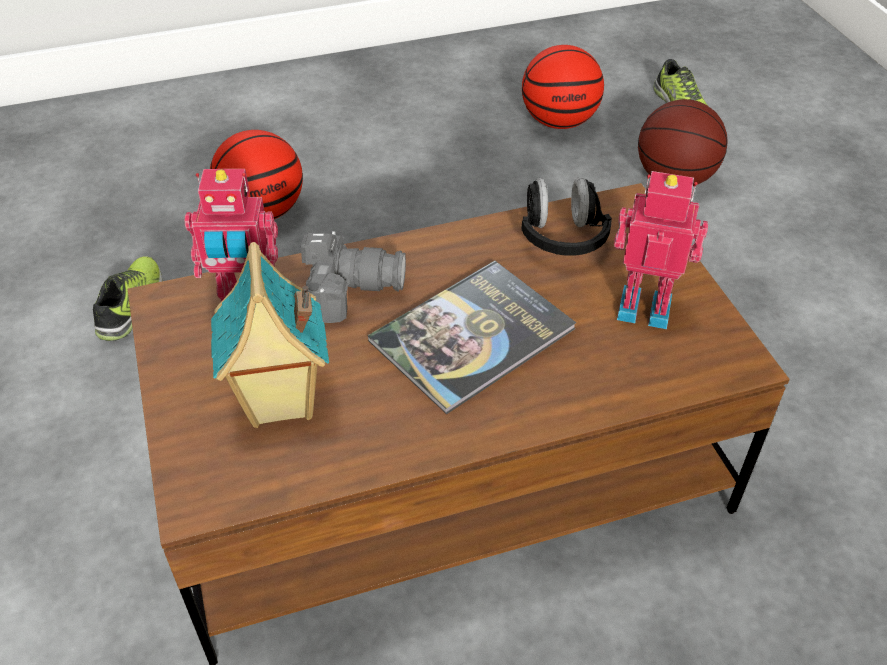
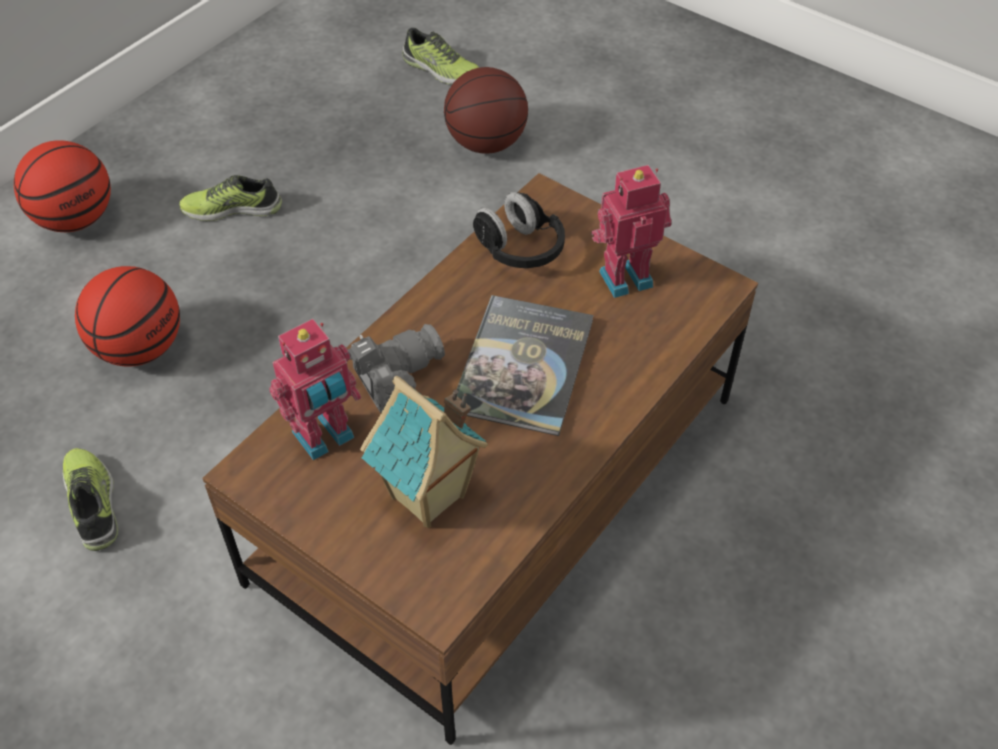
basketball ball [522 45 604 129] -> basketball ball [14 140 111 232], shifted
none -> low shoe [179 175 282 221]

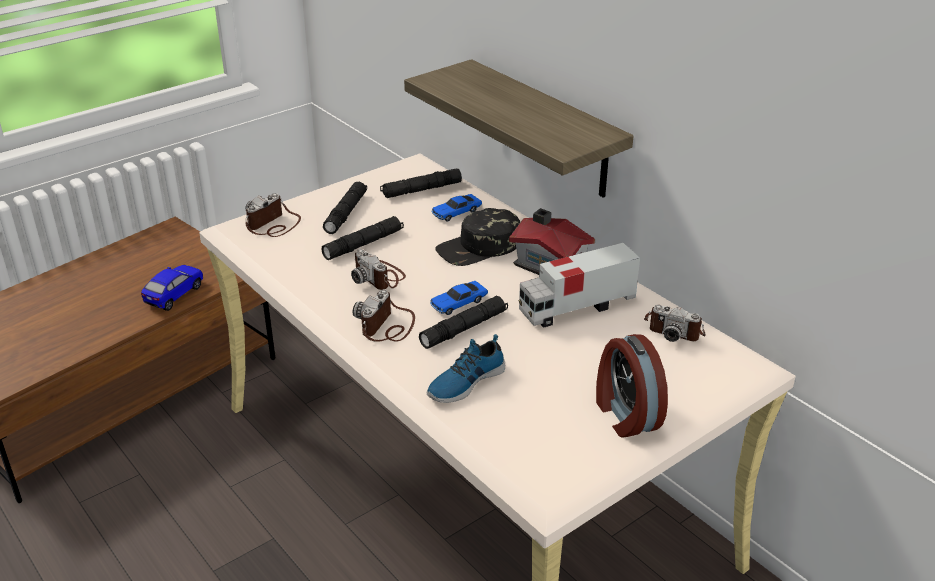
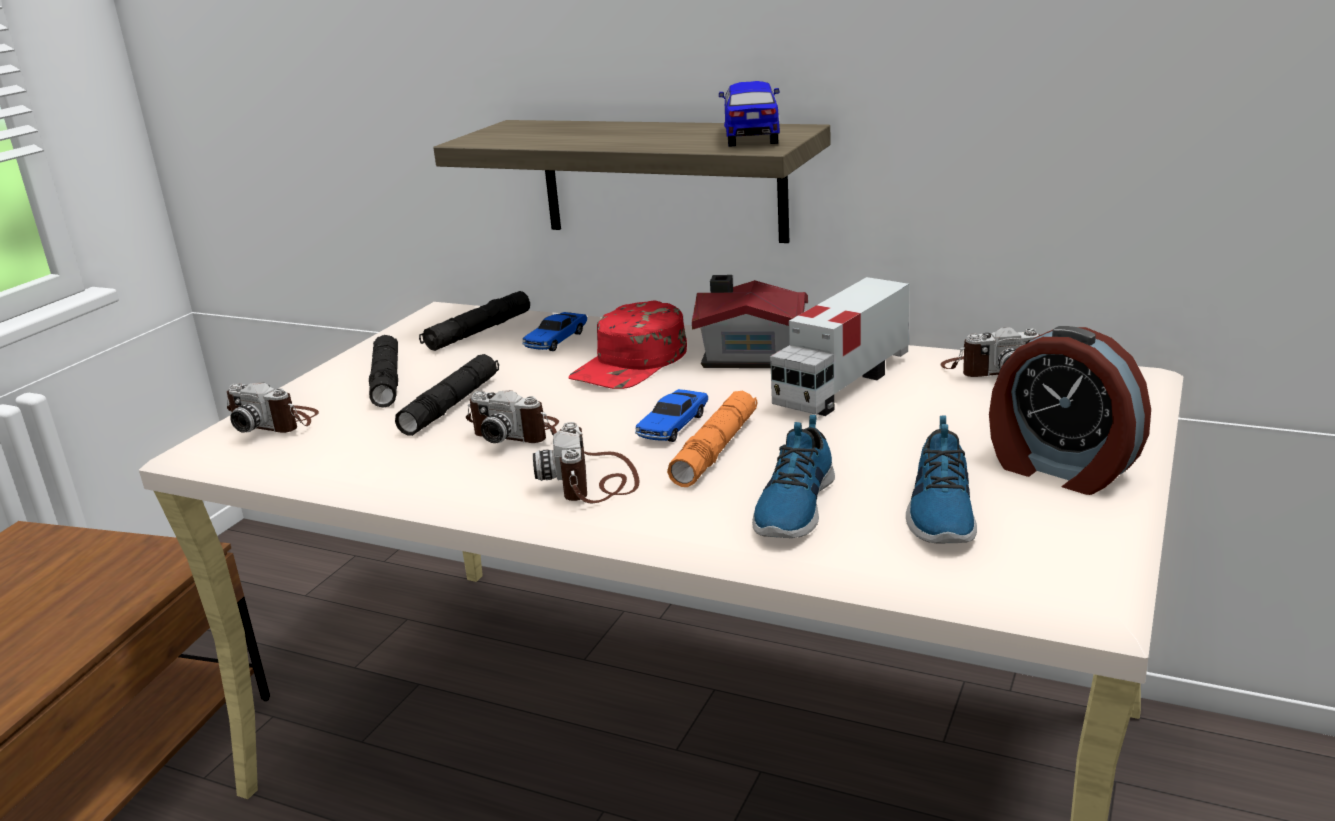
still camera [245 193 301 237] -> still camera [227 382 319 433], 75 degrees counterclockwise
blackish peaked cap [435 208 520 266] -> red peaked cap [569 300 687 389]
model car [141 265 203 311] -> model car [719 81 780 147], shifted
blackish hand torch [419 295 508 349] -> orange hand torch [667 391 758 487]
none -> low shoe [906 415 977 544]

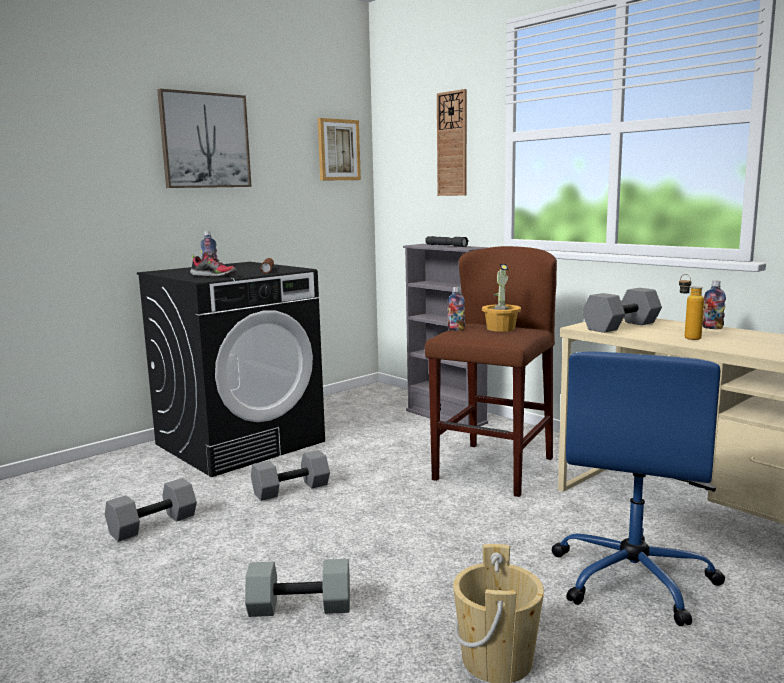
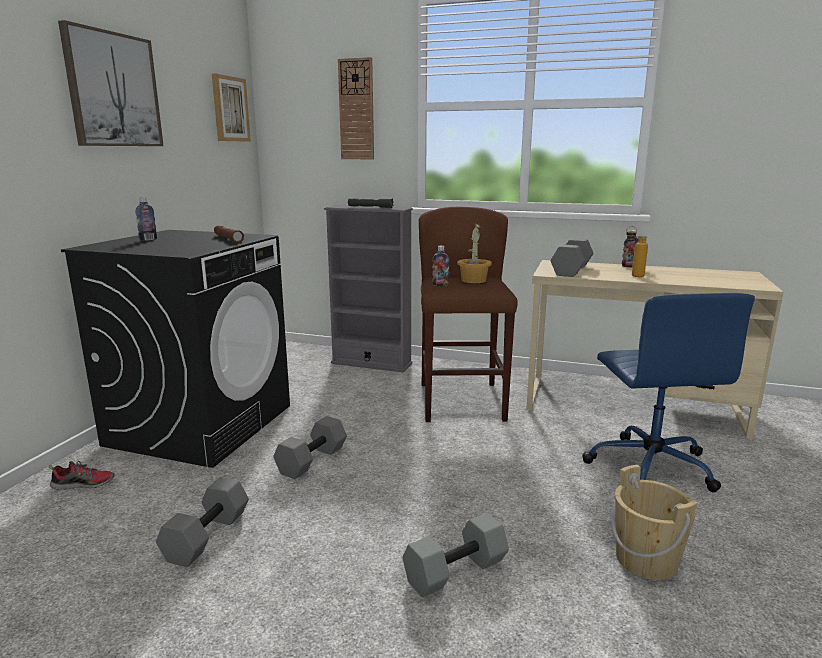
low shoe [190 252 237 277] -> low shoe [49 461 115 490], shifted

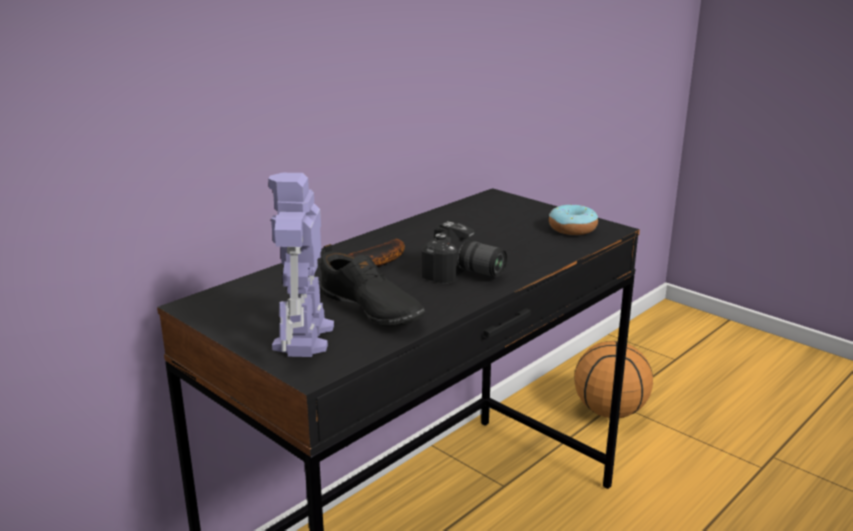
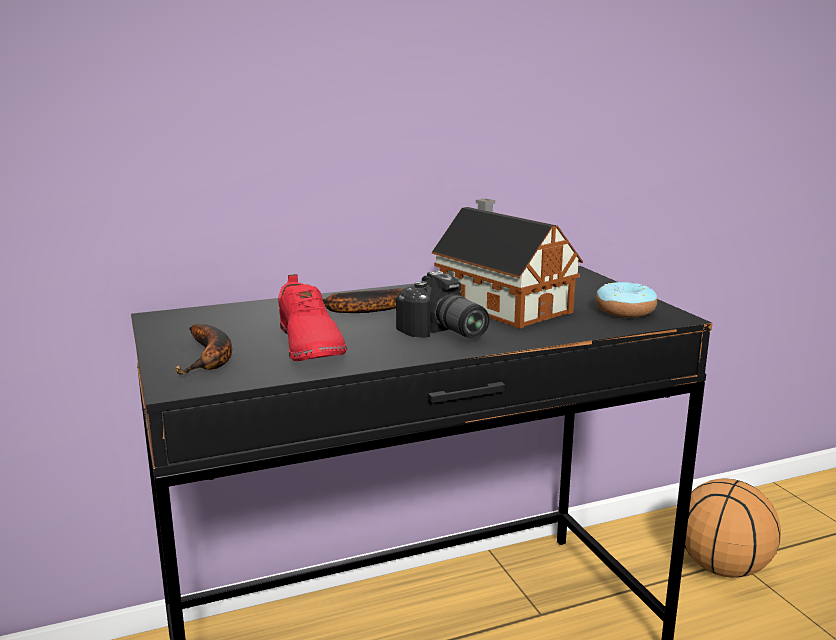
toy robot [268 173 334 357] -> whole banana [174 324 232 375]
blackish low shoe [320 244 425 327] -> red low shoe [278 274 347 361]
none -> miniature house [432 198 583 329]

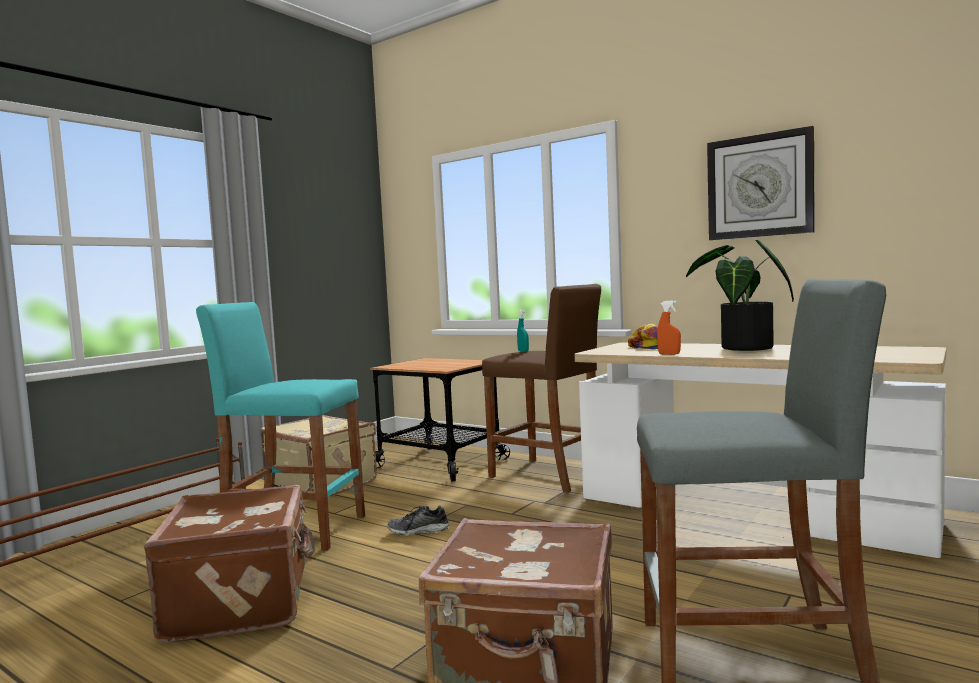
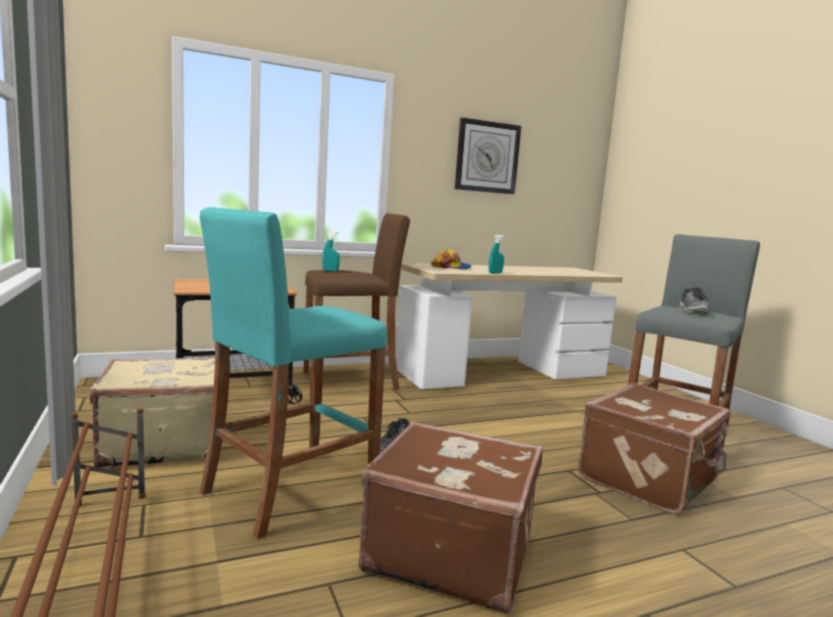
potted plant [686 240 794 351] -> none
orange spray bottle [657 300 681 355] -> turquoise spray bottle [489 235 505 273]
none -> low shoe [679 287 711 314]

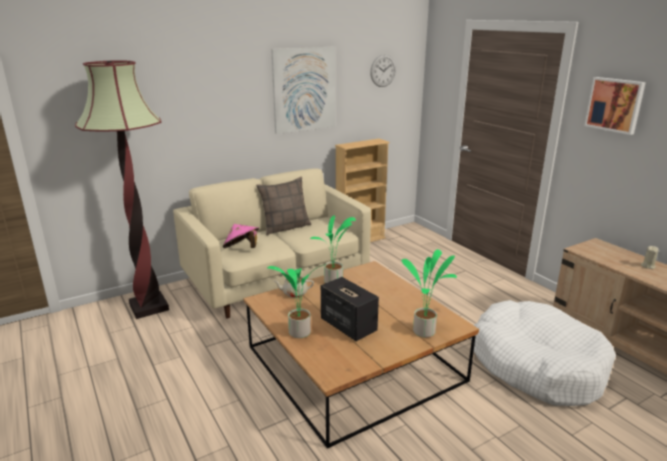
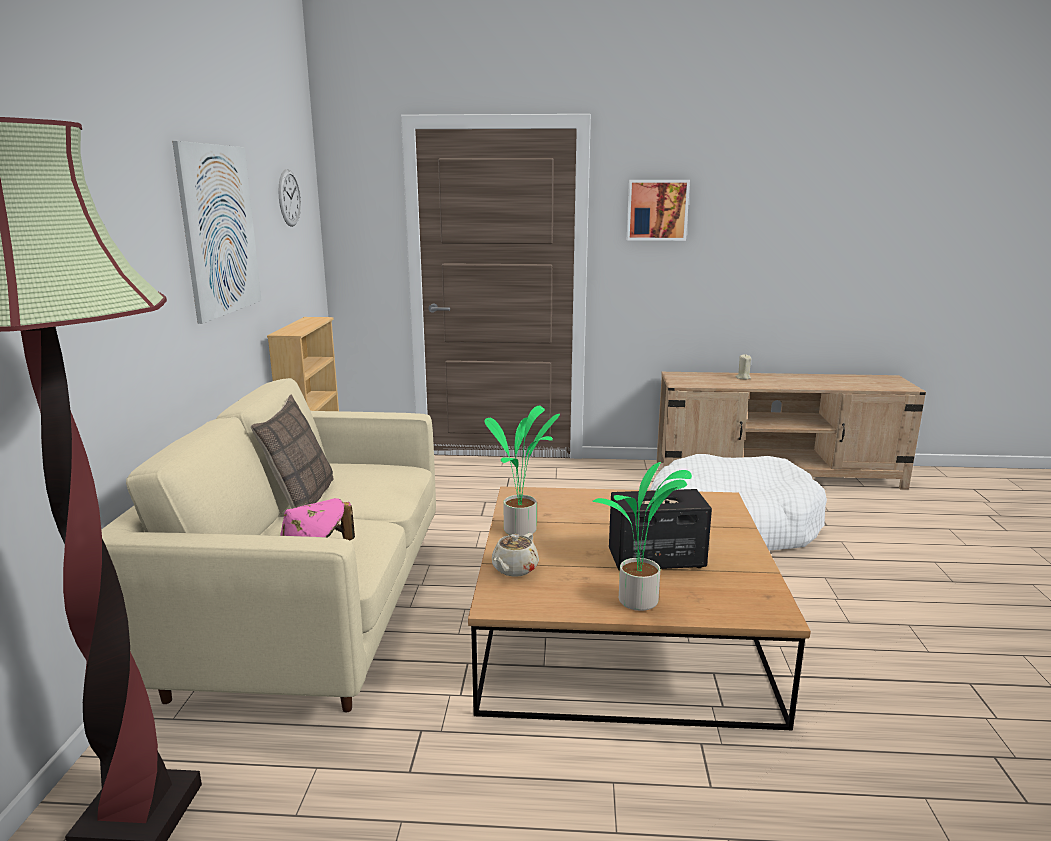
potted plant [401 249 457 337] -> none

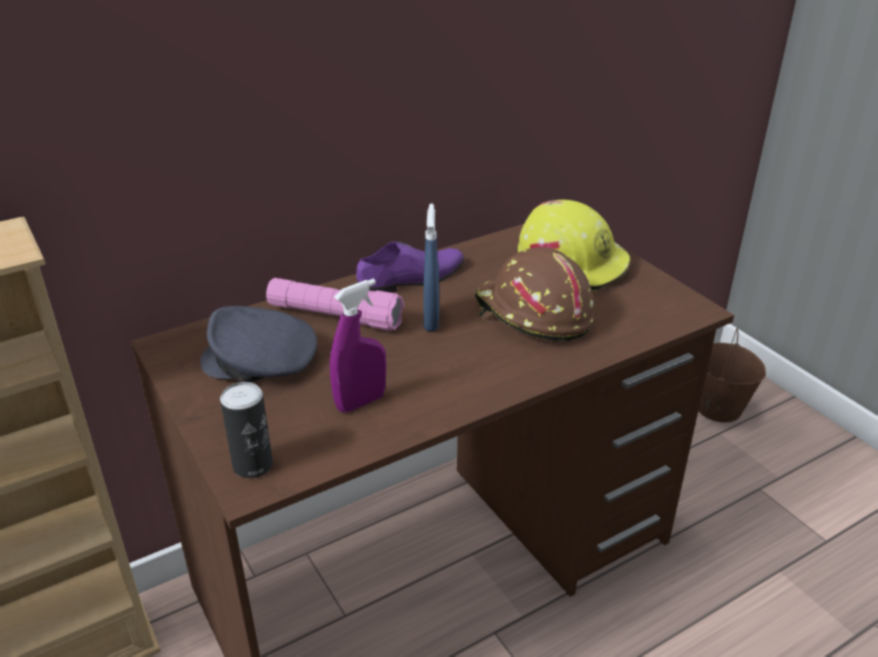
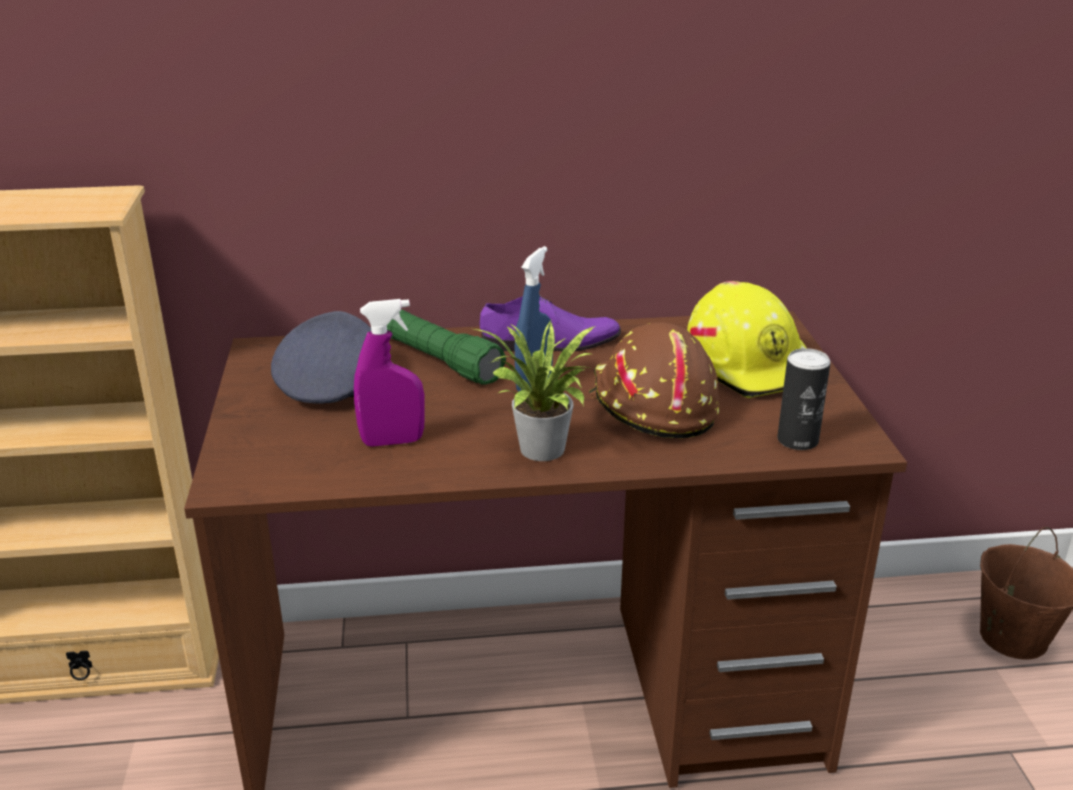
pink hand torch [266 278 404 331] -> green hand torch [387 309 506 385]
greyish peaked cap [200 306 317 382] -> greyish peaked cap [271 311 371 403], 60 degrees clockwise
sealed can [220 382 273 478] -> sealed can [777 348 831 450], shifted
none -> potted plant [474 321 596 461]

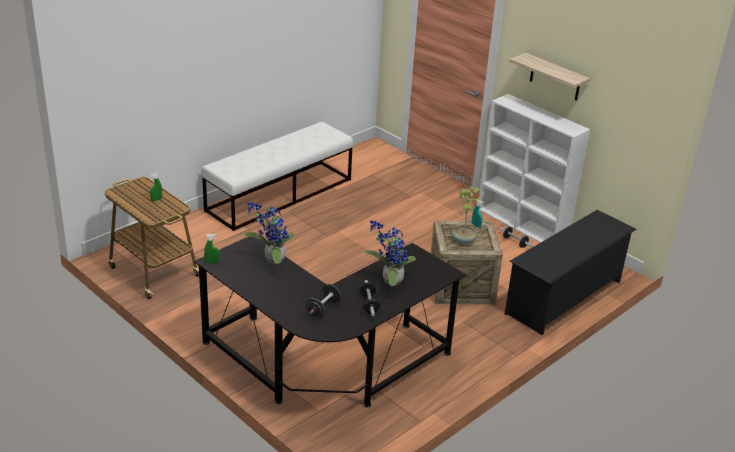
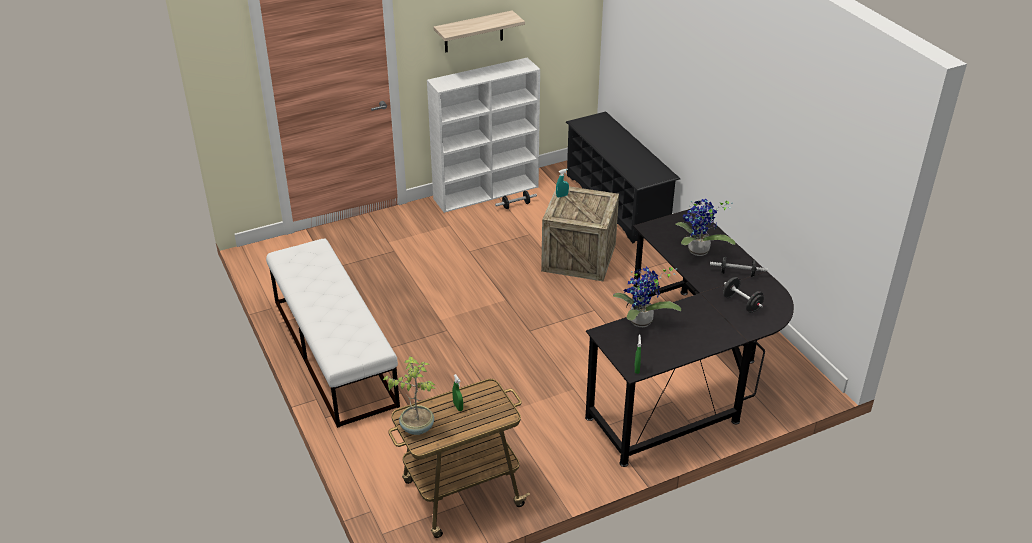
potted plant [452 187 484 245] -> potted plant [382 357 435 435], shifted

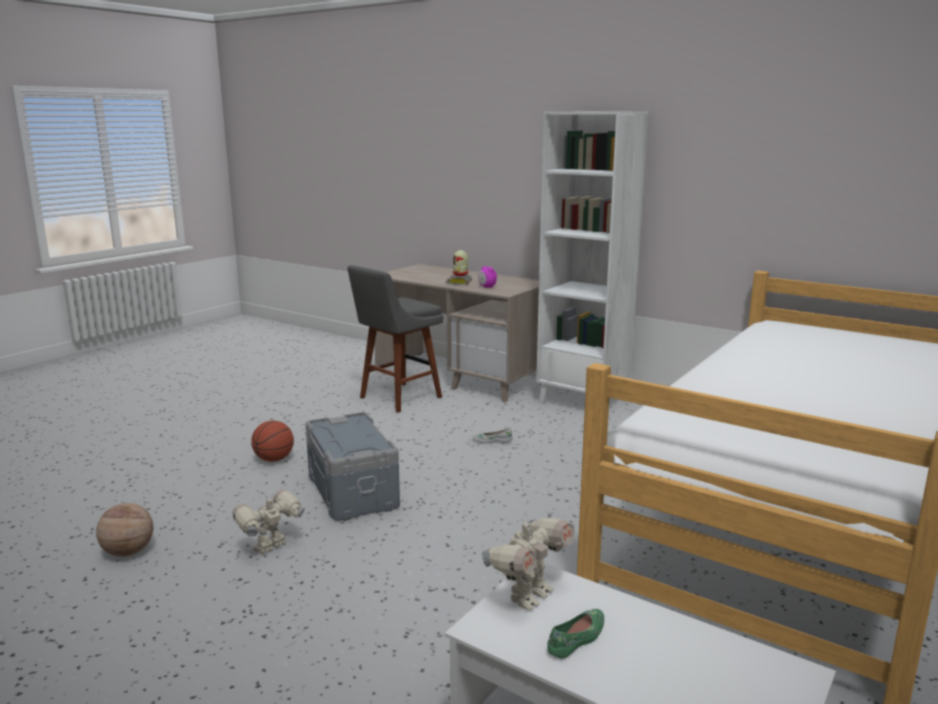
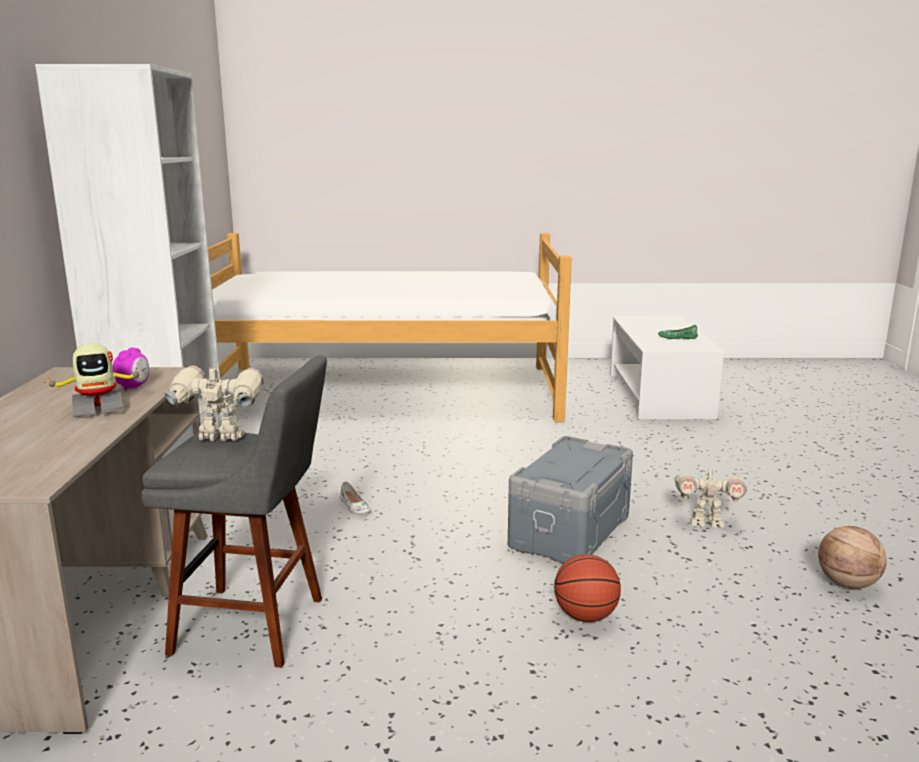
toy robot [482 515 575 610] -> toy robot [165 362 264 441], shifted

